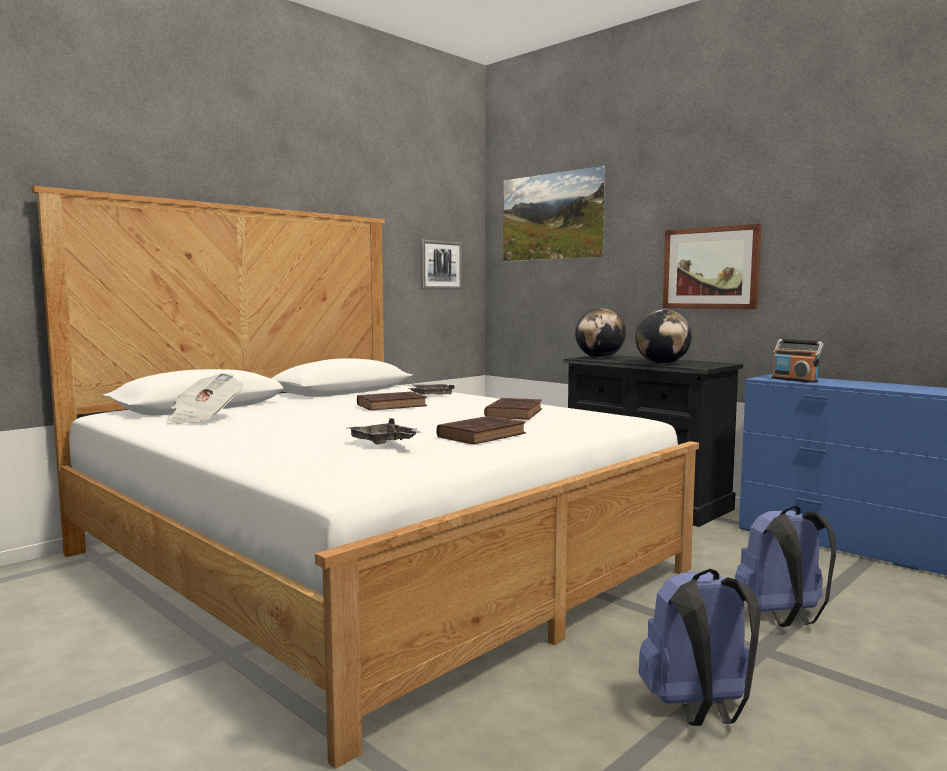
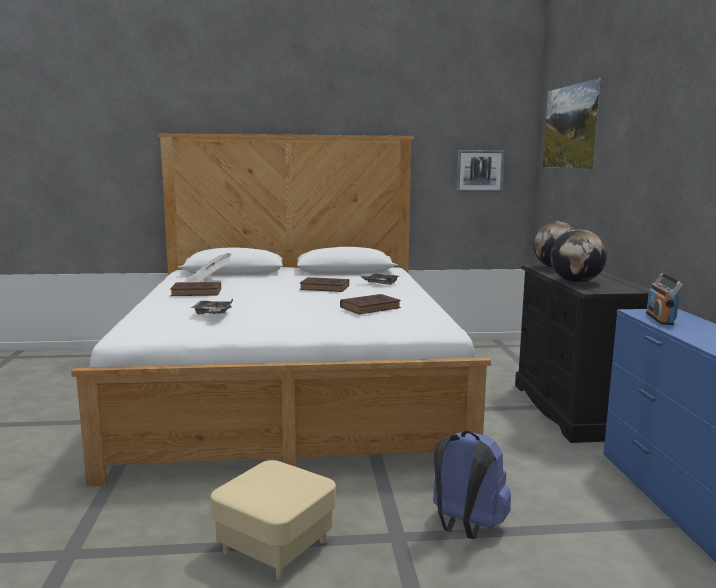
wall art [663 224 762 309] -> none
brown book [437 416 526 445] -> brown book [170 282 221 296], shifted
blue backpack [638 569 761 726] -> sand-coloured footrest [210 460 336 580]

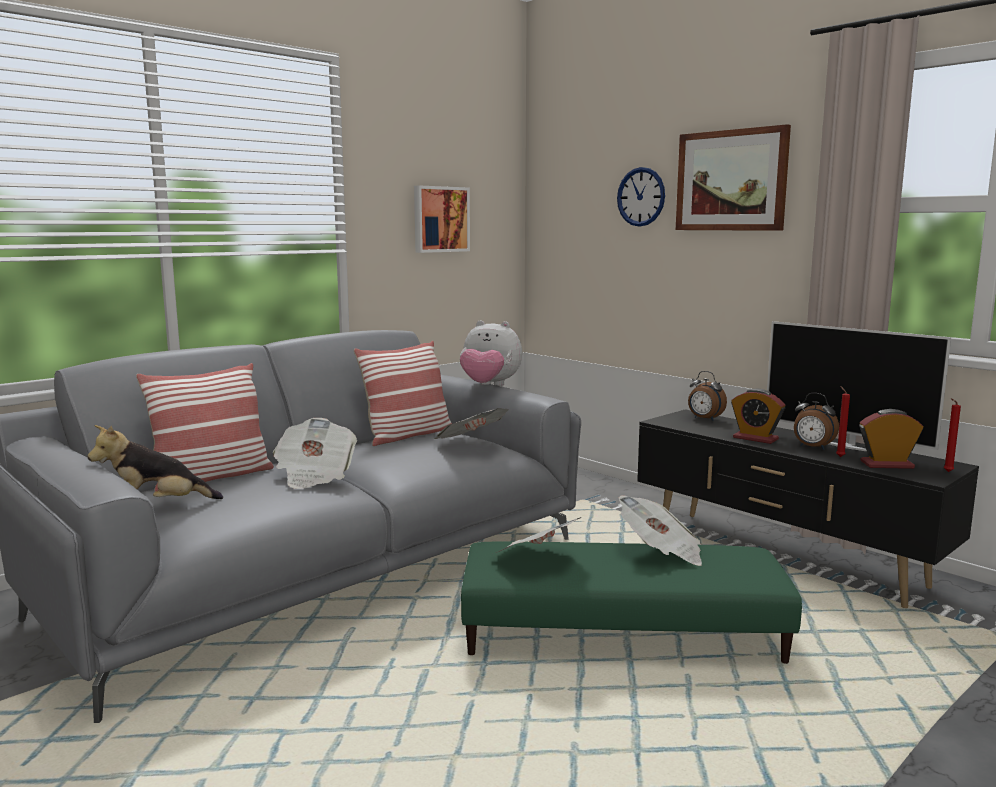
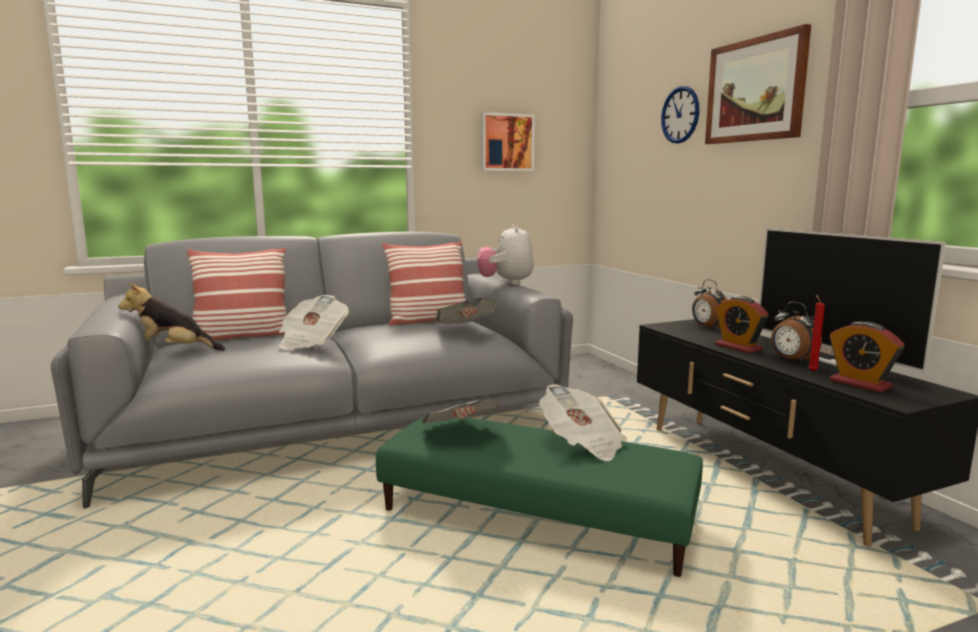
plush toy [460 320 522 386] -> plush toy [477 225 534 285], 45 degrees clockwise
red wax light [944 398 961 472] -> none
table clock [859 409 924 469] -> table clock [829 321 904 393], 150 degrees counterclockwise

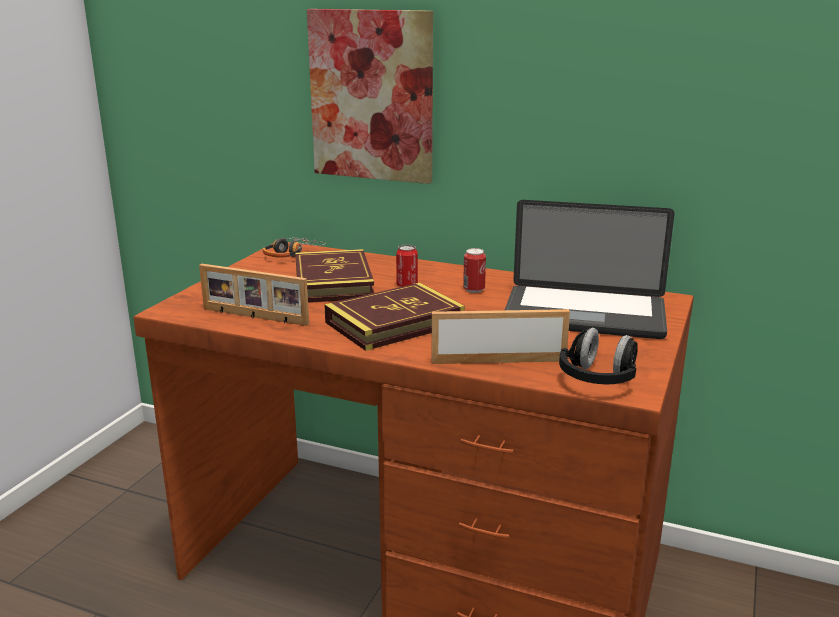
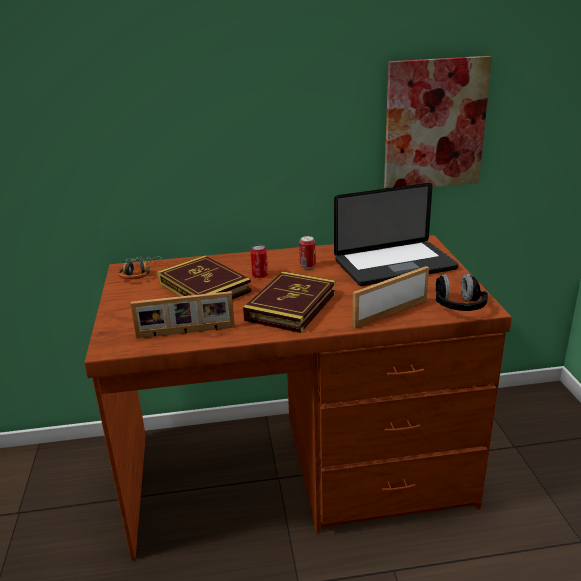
wall art [307 9 433 184] -> wall art [384 56 492 189], shifted

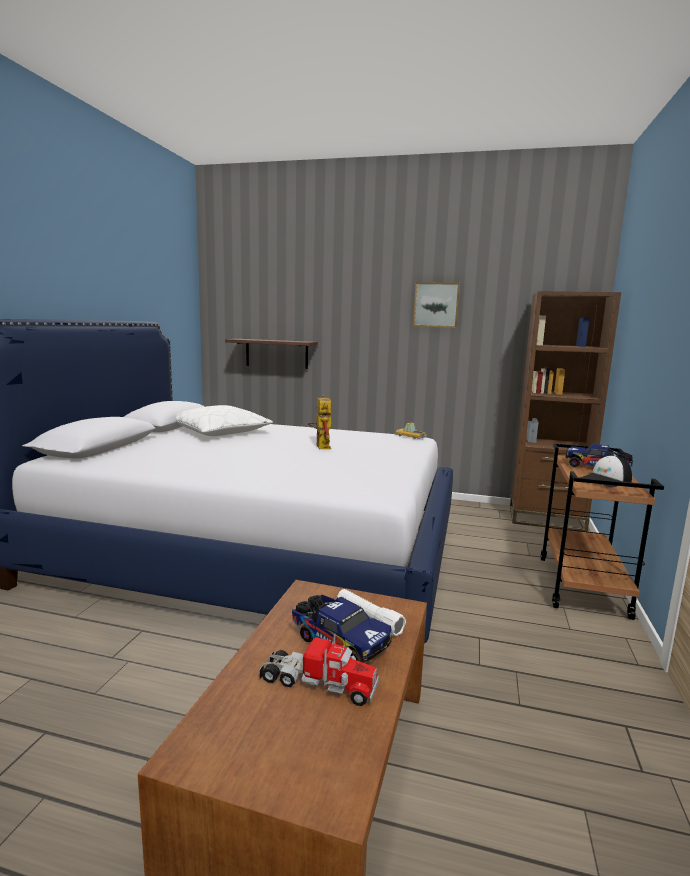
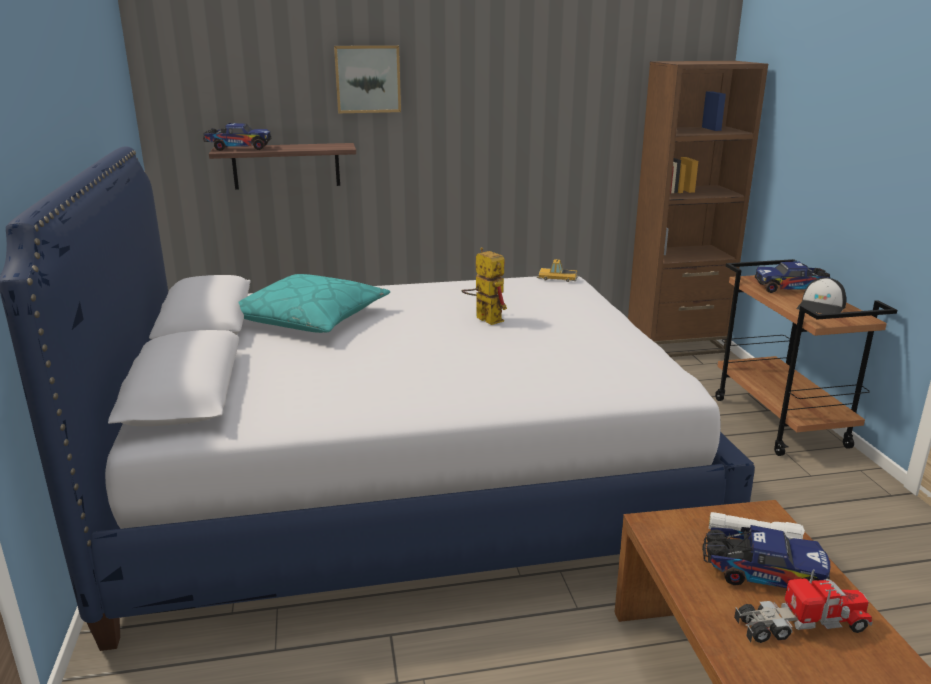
wall art [413 282 460 328] -> wall art [334 45 401 113], shifted
whitish pillow [176 405 273 436] -> turquoise pillow [239 274 390 333]
none -> toy truck [203 123 271 151]

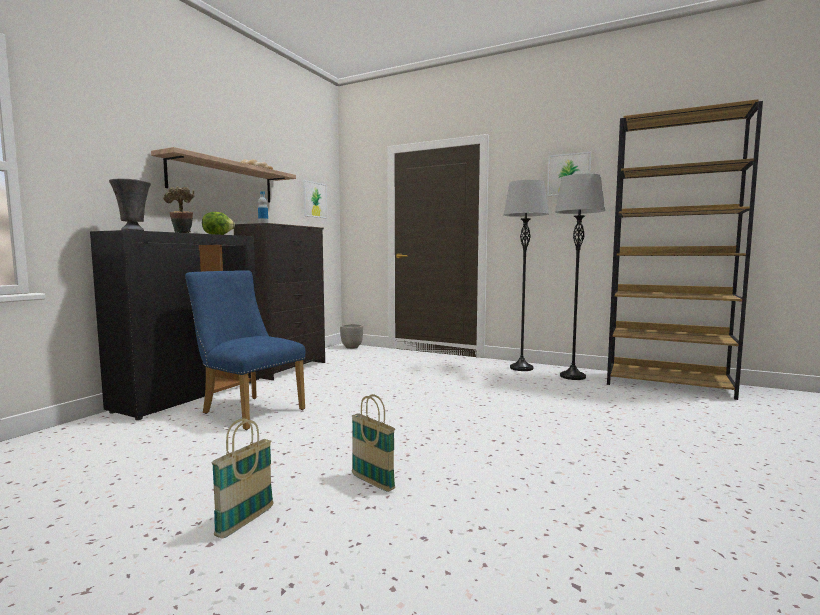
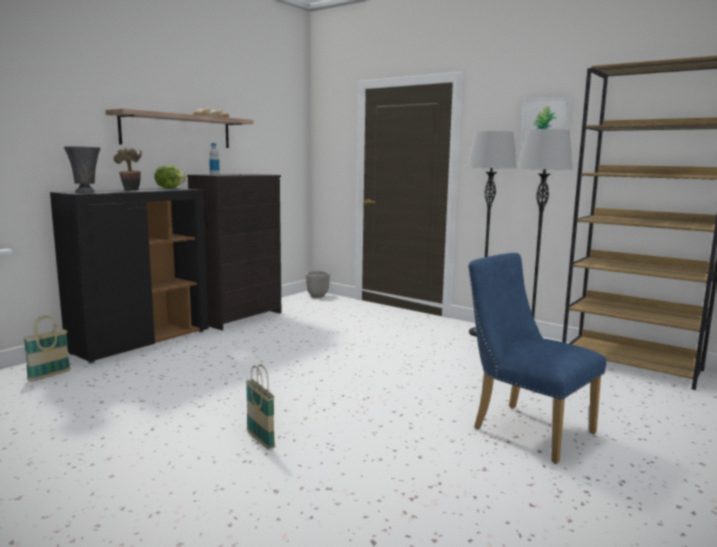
wall art [303 180 327 218] -> none
blue upright chair [185 270 305 430] -> blue upright chair [468 253 606 464], shifted
storage basket [211 418 273 539] -> storage basket [23 315 71 381], shifted

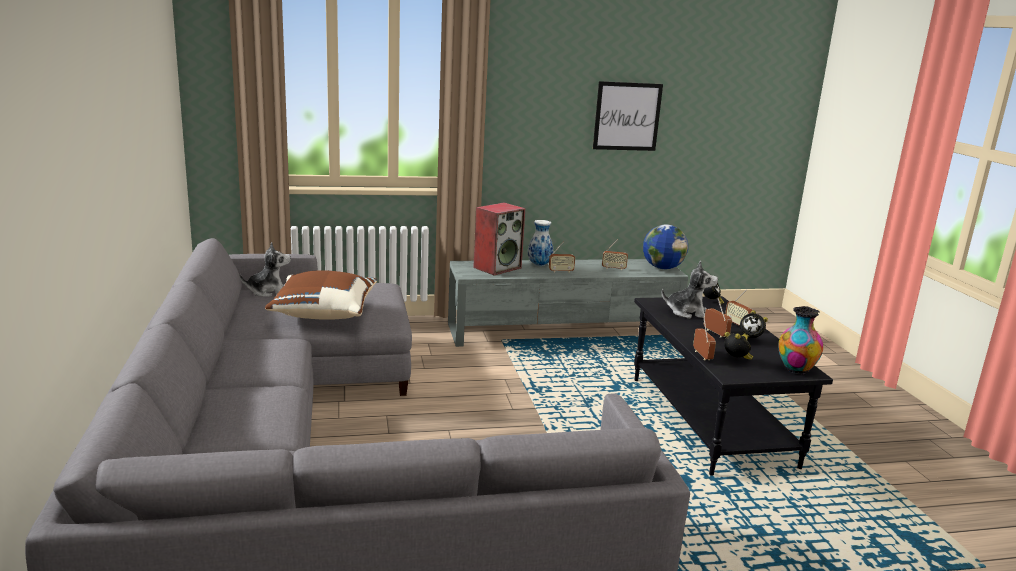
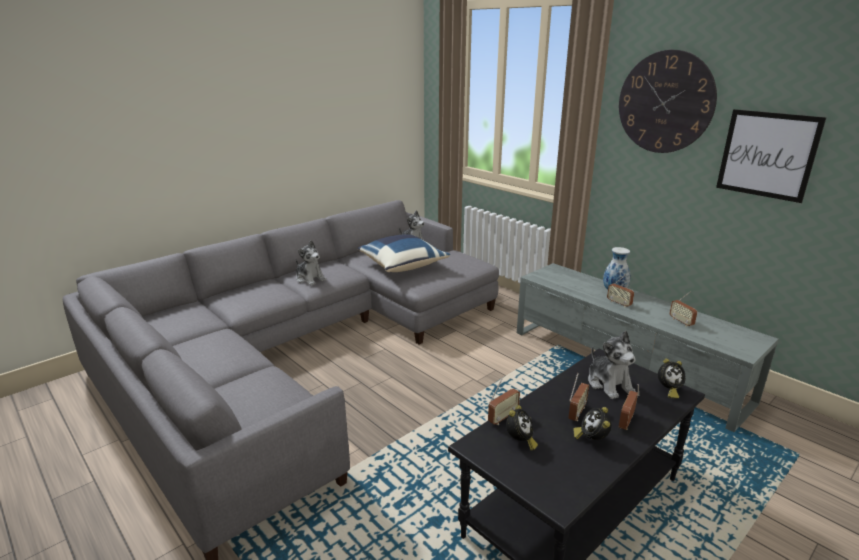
loudspeaker [473 203 525 276] -> none
world globe [643 224 688 269] -> none
brown pillow [265 270 377 320] -> blue pillow [358 234 450 272]
vase [778 306 823 374] -> none
none -> clock on the wall [619 50 717 153]
none -> plush toy [296 240 326 286]

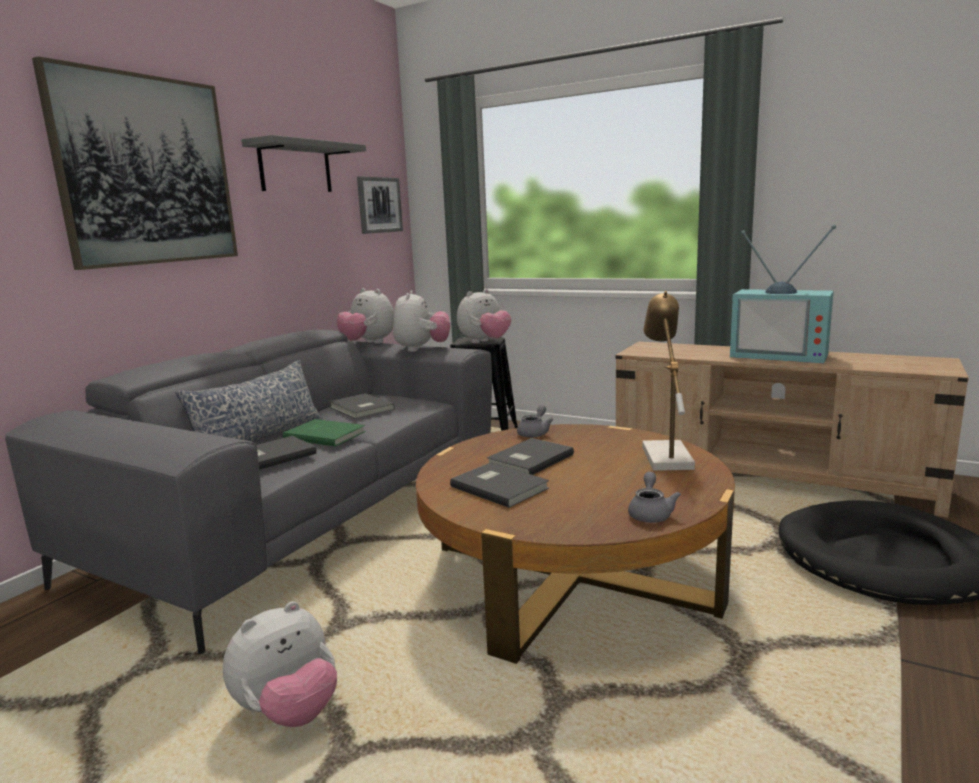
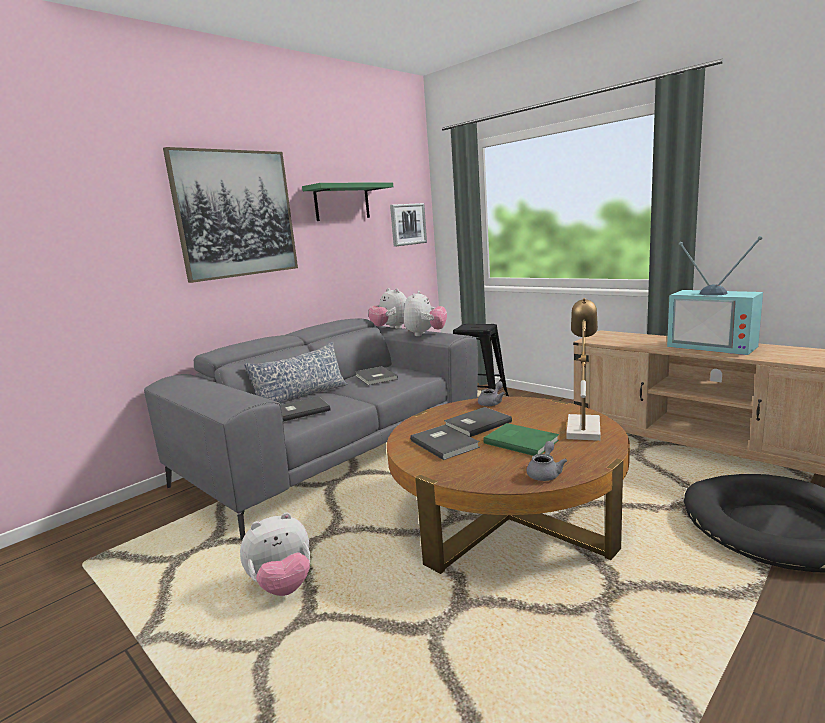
greyish bracket shelf [241 135 366 192] -> green bracket shelf [302 182 393 221]
plush toy [457 289 511 343] -> none
green book [283 419 366 447] -> green book [483 423 559 456], shifted

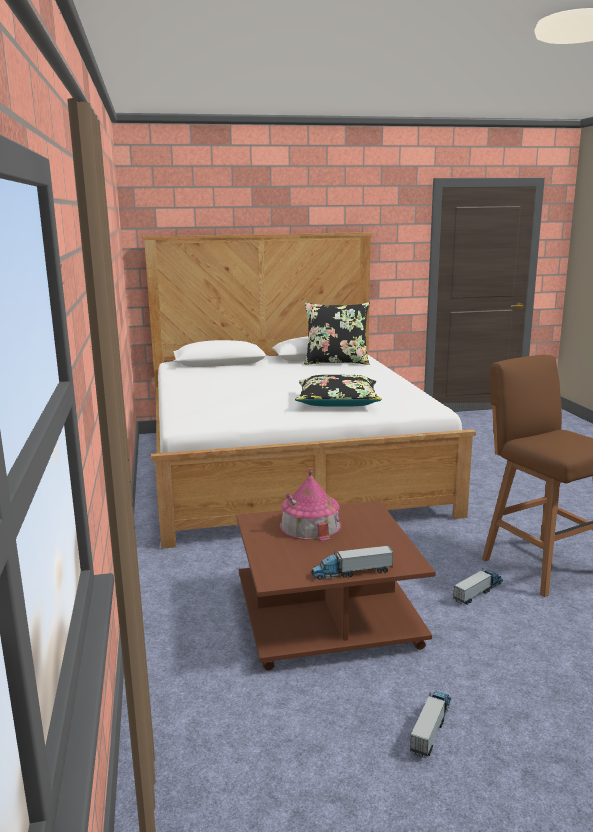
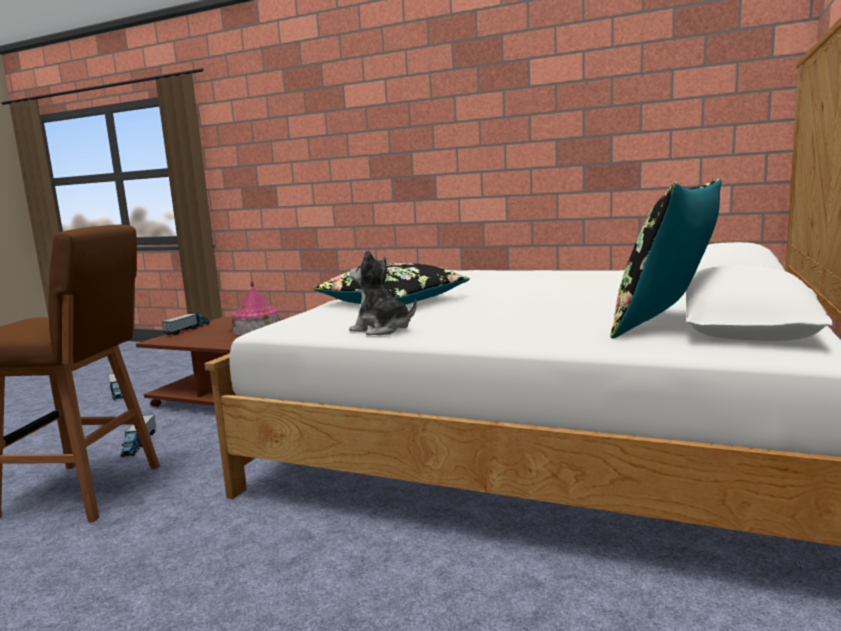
none -> plush toy [349 249 417 335]

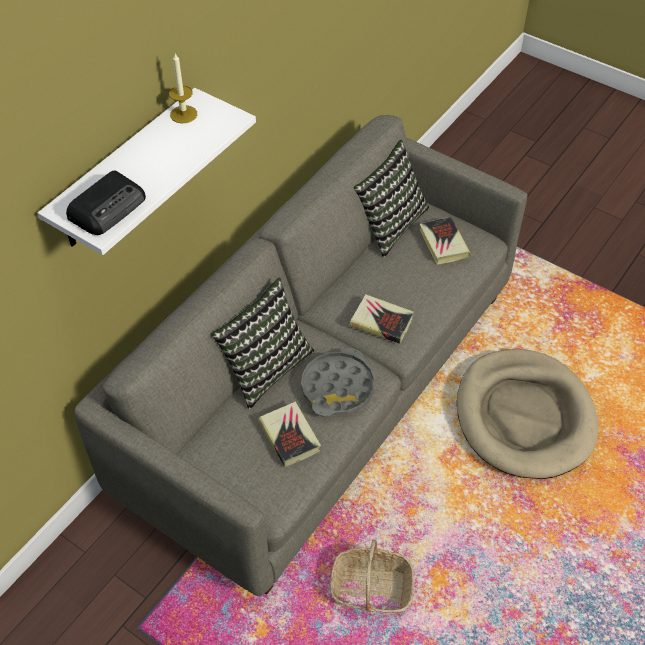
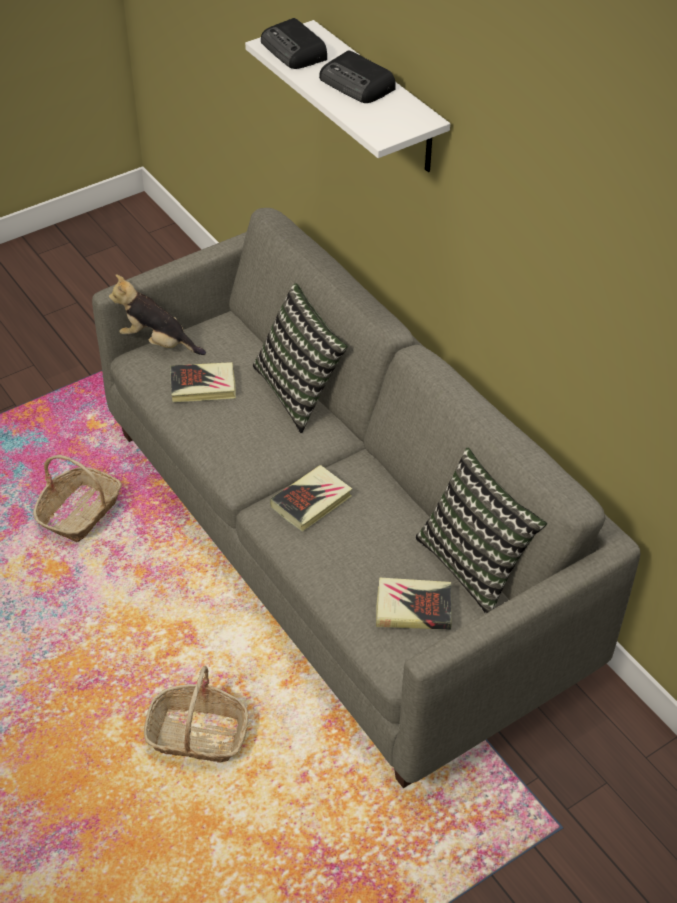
wax light [169 54 197 123] -> none
greyish carrying tray [301 348 375 417] -> none
sand-coloured dog bed [457 349 599 479] -> storage basket [144 666 248 763]
none -> radio receiver [319 51 396 103]
none -> plush toy [109 274 206 355]

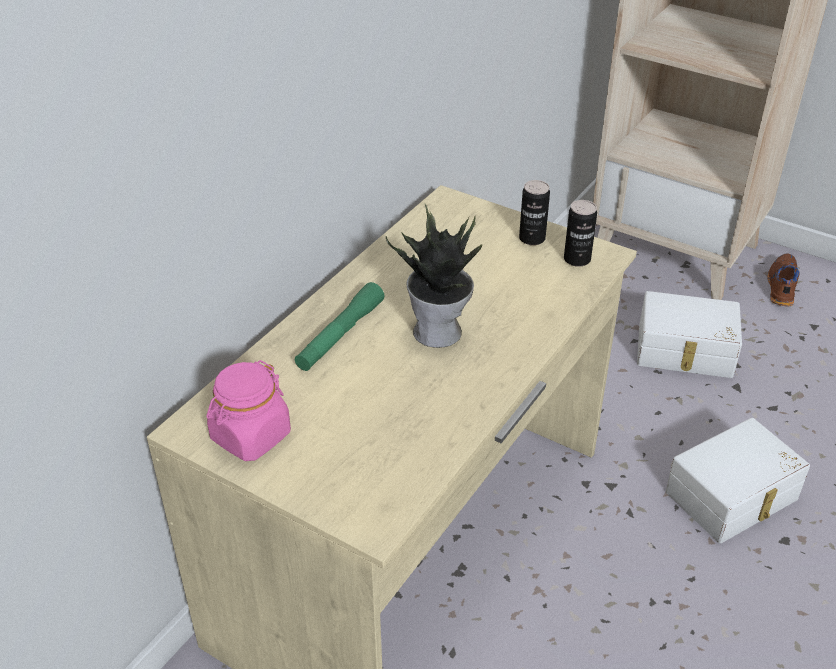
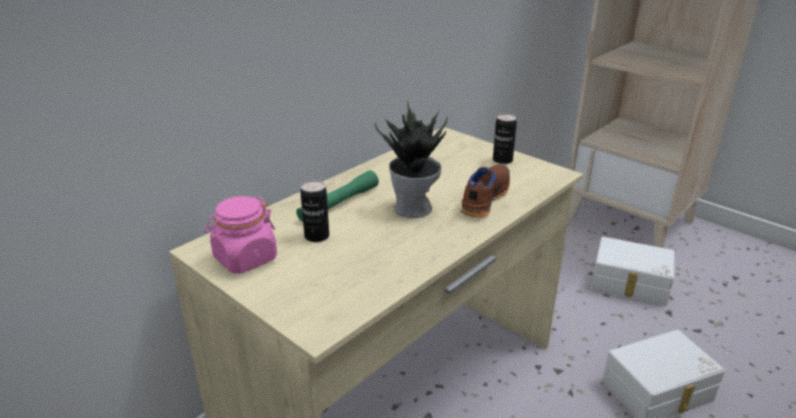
sealed can [564 200 597 267] -> sealed can [300 180 329 242], shifted
brown low shoe [767 254 800 307] -> brown low shoe [461 164 510 218], shifted

